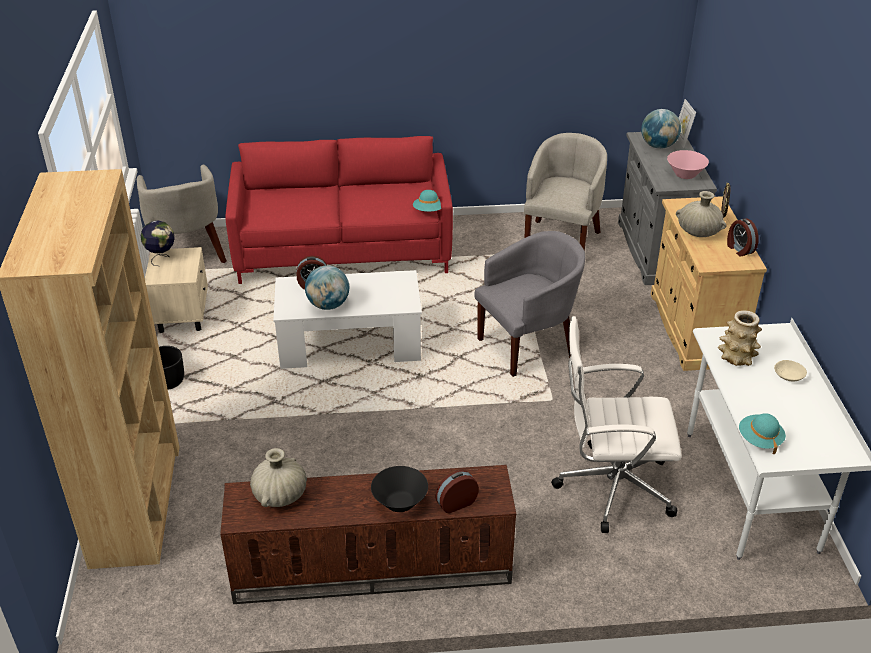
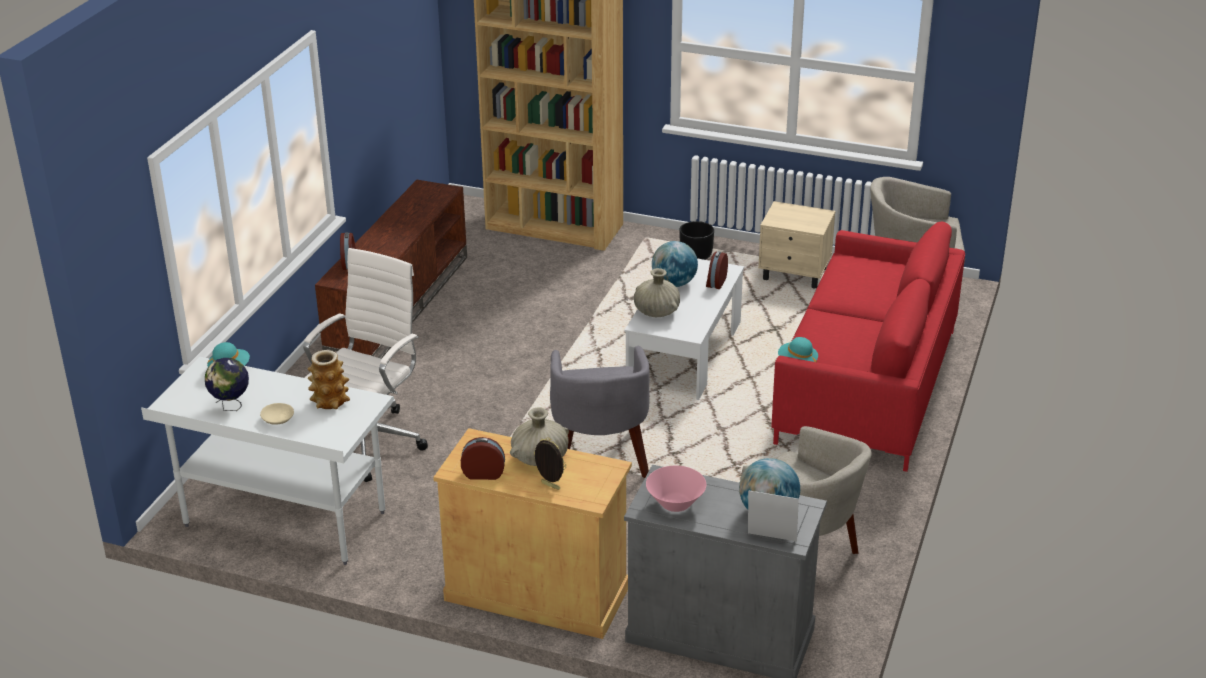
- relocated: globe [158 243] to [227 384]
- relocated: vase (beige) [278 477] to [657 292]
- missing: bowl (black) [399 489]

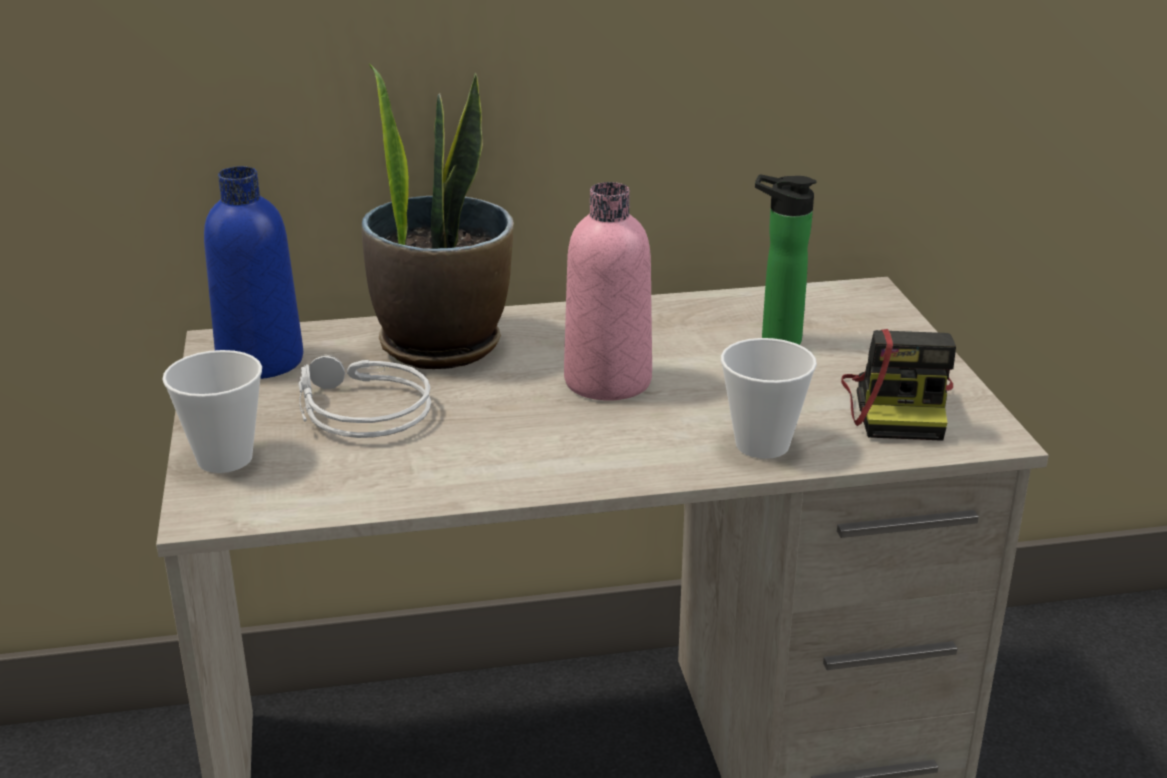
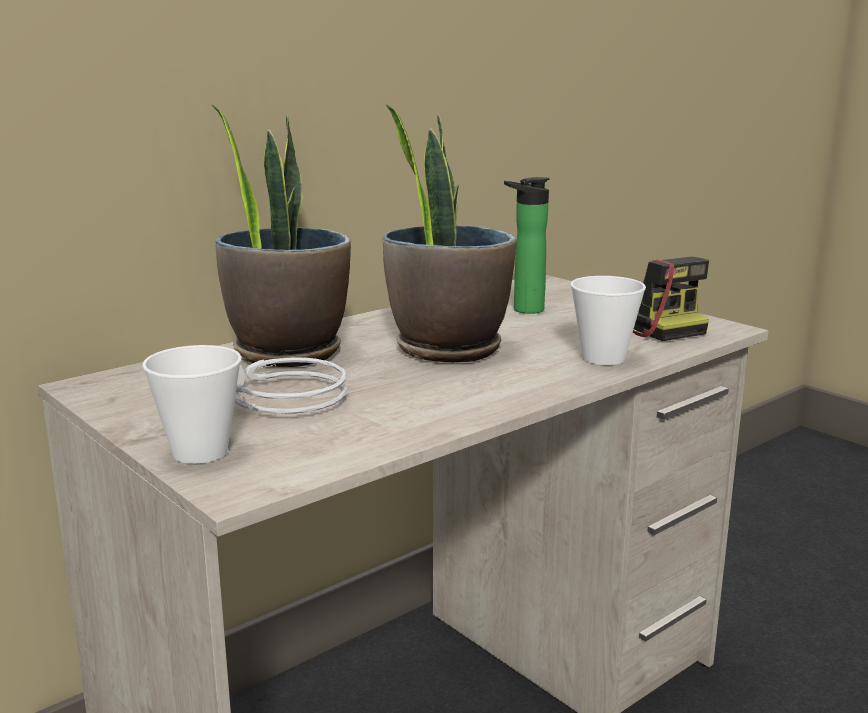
- missing: bottle (blue) [253 272]
- exchanged: bottle (pink) [608 291] to potted plant [450 233]

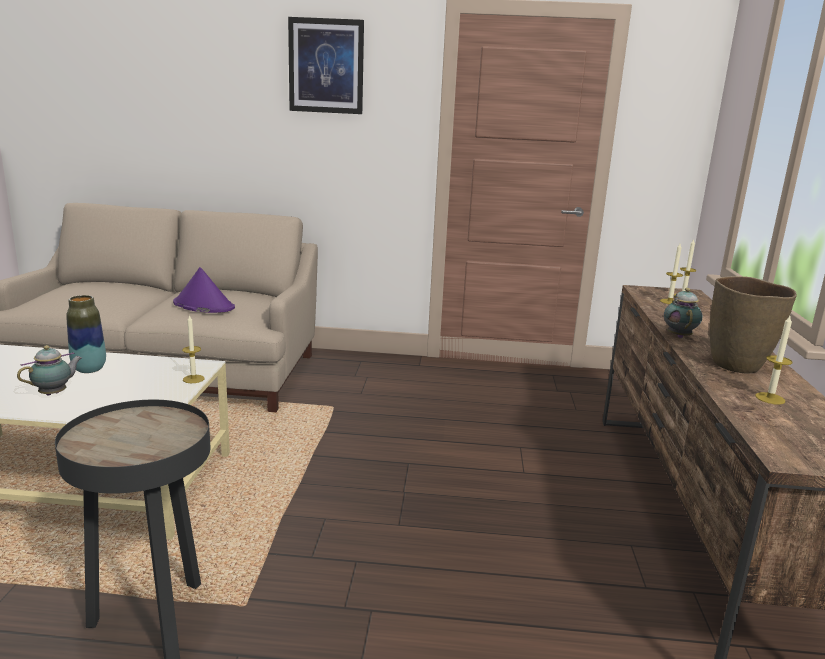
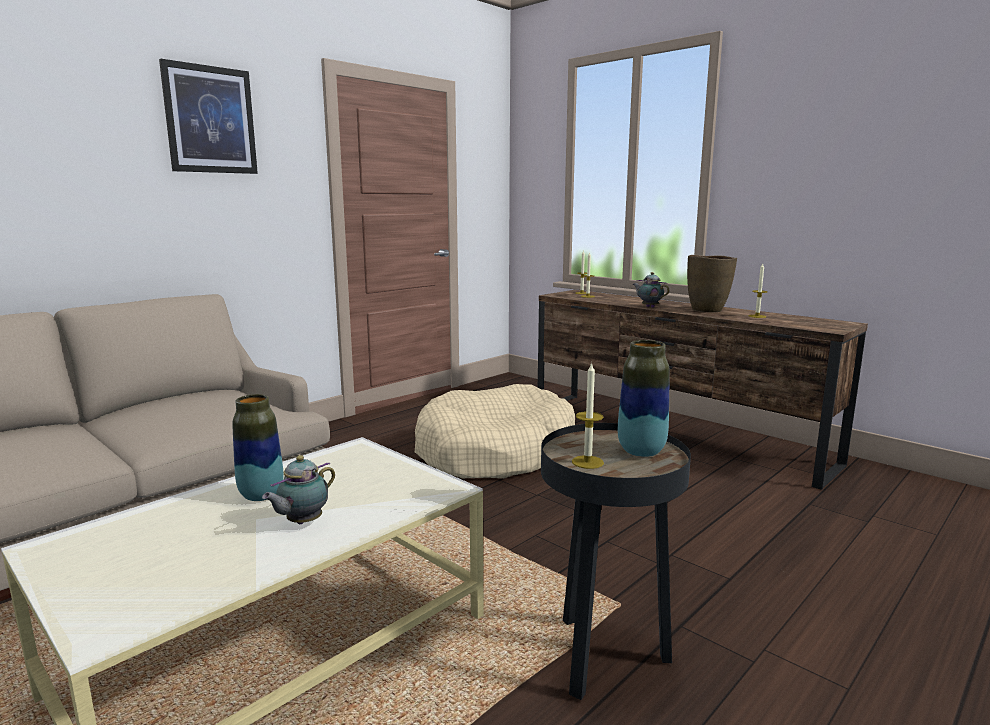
- spun: teapot [49 370] = [298 489] 135 degrees counterclockwise
- missing: hat (purple) [204 290]
- relocated: candle [193 349] to [588 415]
- appeared: dog bed (beige) [495 431]
- appeared: vase [644 398]

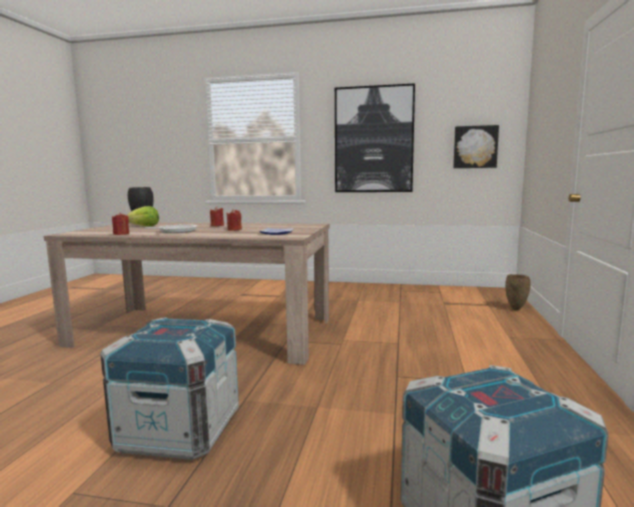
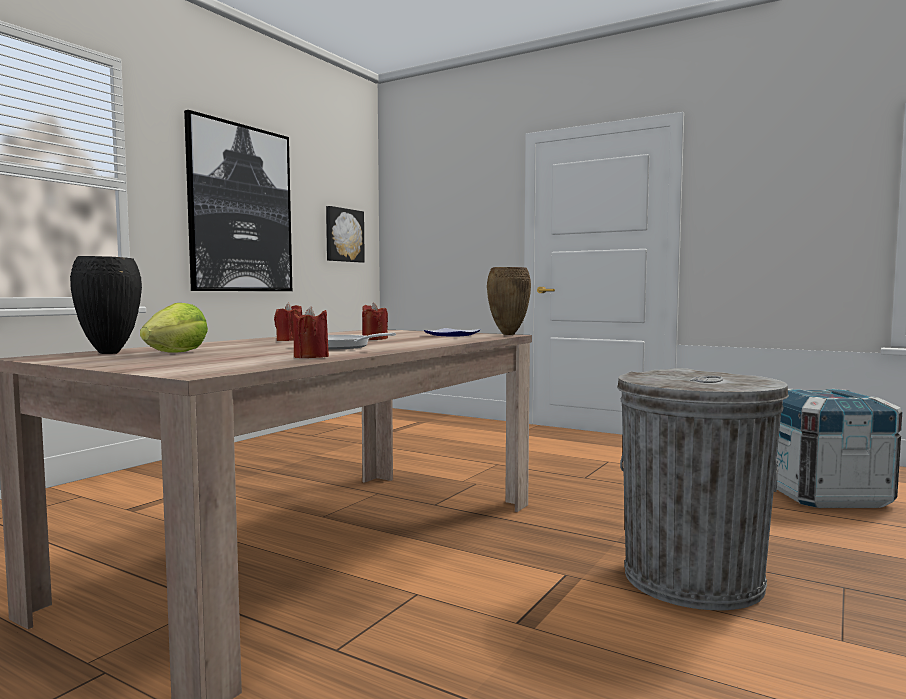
- exchanged: crate [169 388] to trash can (grey) [703 489]
- relocated: vase (brown) [518 292] to [509 301]

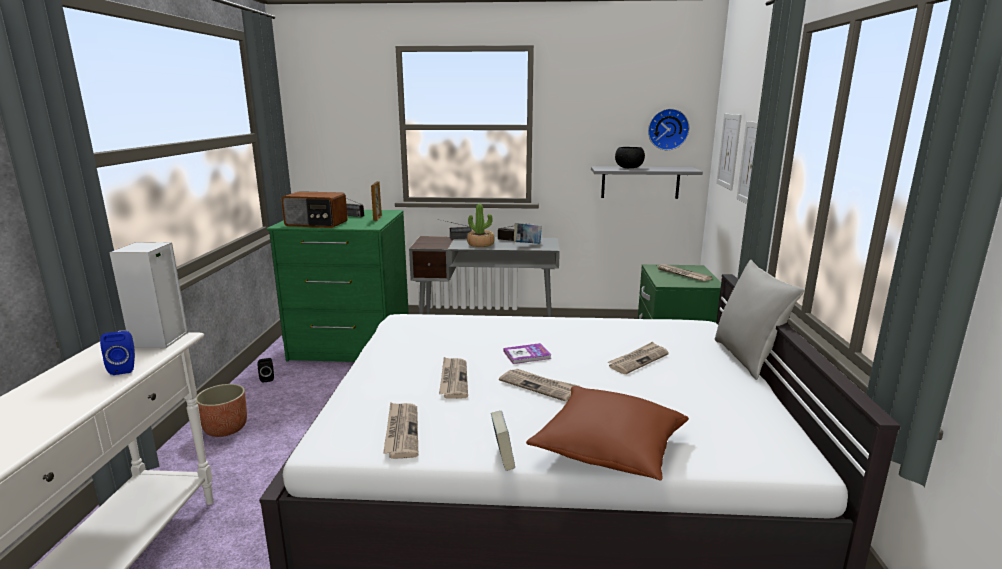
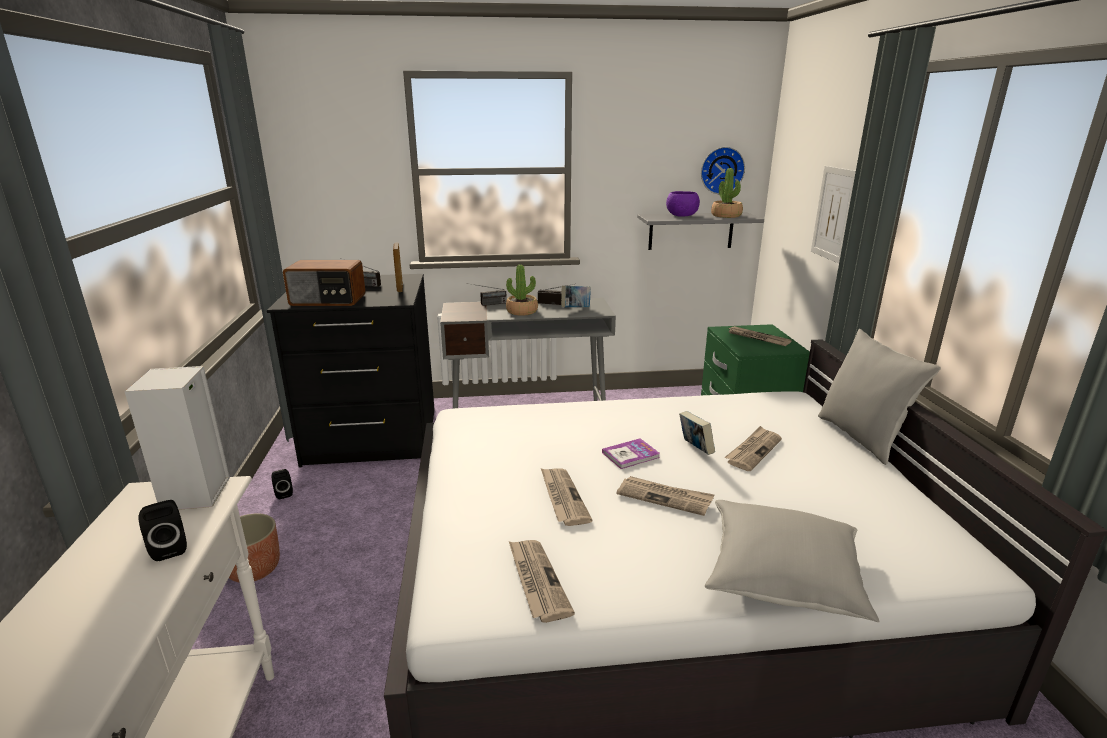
- colour: speaker (blue) [117 353] to speaker (black) [162 530]
- colour: dresser (green) [338 286] to dresser (black) [351 371]
- relocated: book [503 441] to [697 433]
- colour: pillow (brown) [607 433] to pillow (grey) [792 561]
- colour: bowl (black) [630 157] to bowl (purple) [683 204]
- missing: picture [729 152]
- appeared: potted plant [727 193]

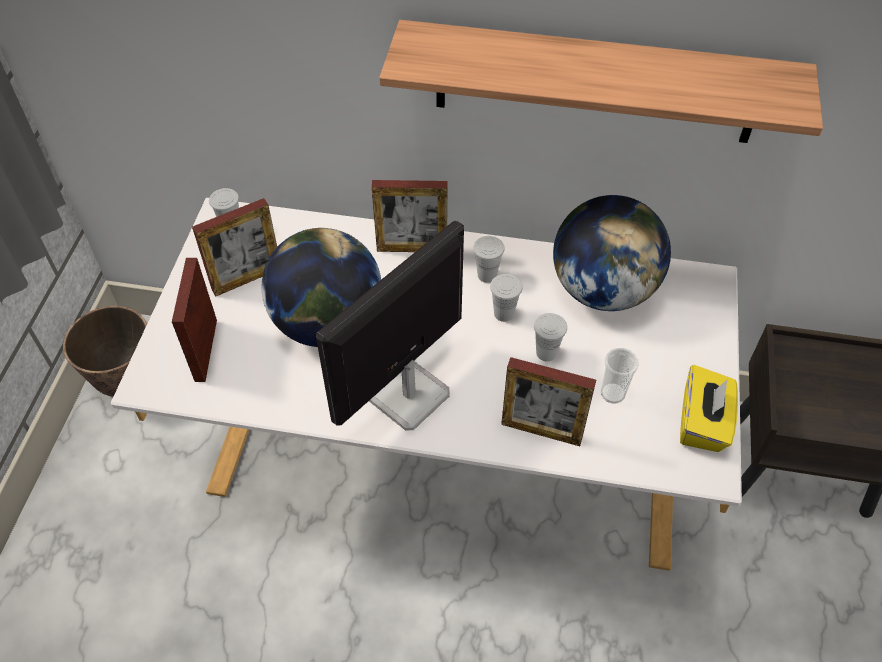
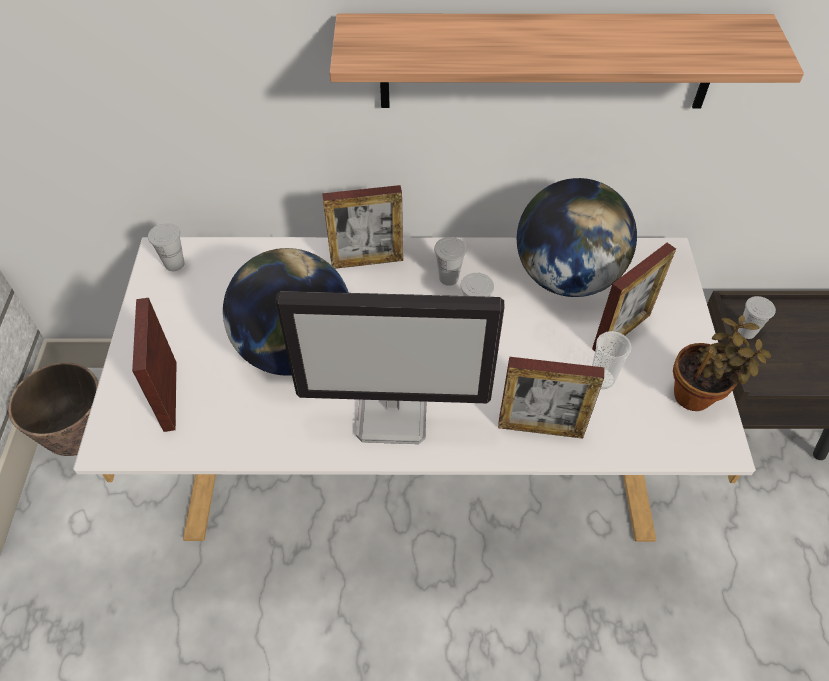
- relocated: picture frame [234 247] to [634 297]
- spun: monitor [390 326] = [390 367] 120 degrees counterclockwise
- relocated: cup (white) [550 337] to [757 317]
- exchanged: tissue box (yellow) [709 408] to potted plant [722 363]

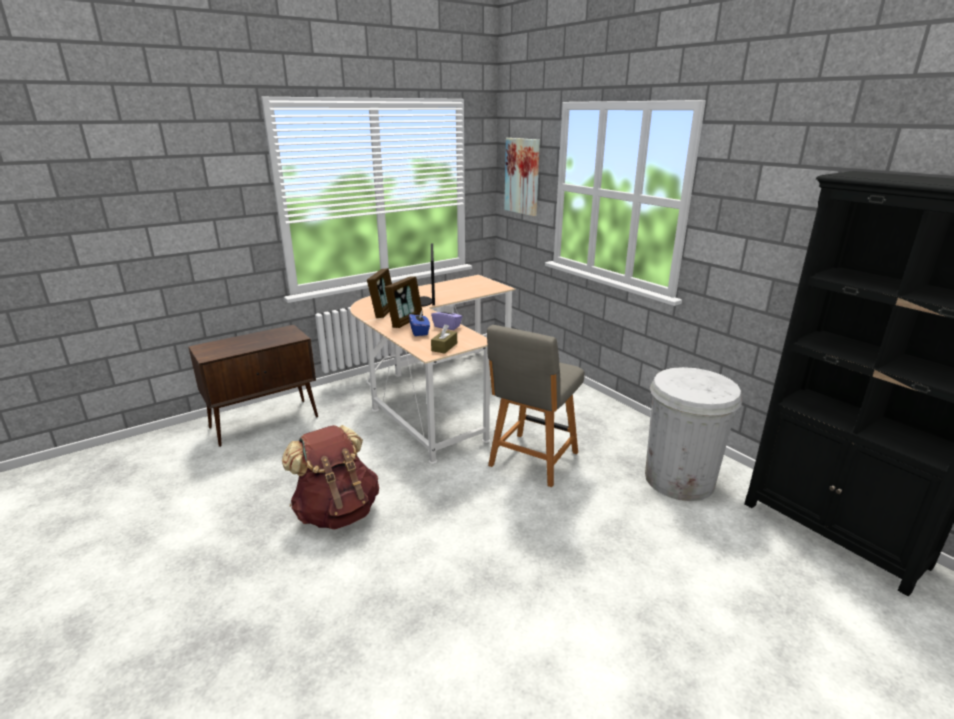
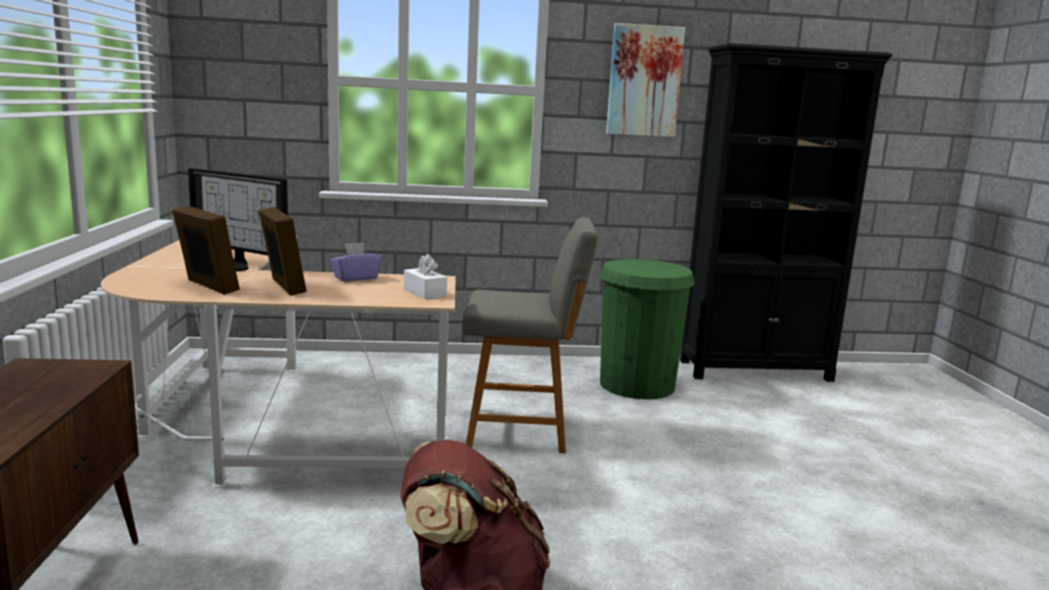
- missing: tissue box (blue) [419 323]
- colour: tissue box (brown) [444 339] to tissue box (white) [425 276]
- spun: chair (grey) [536 406] = [530 335] 60 degrees counterclockwise
- relocated: picture [522 177] to [645 80]
- colour: trash can (white) [693 434] to trash can (green) [647 329]

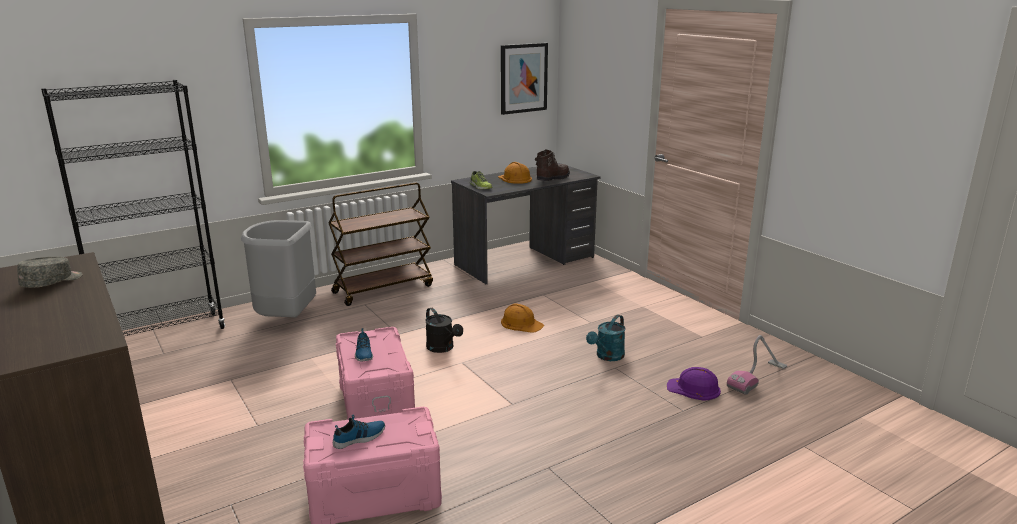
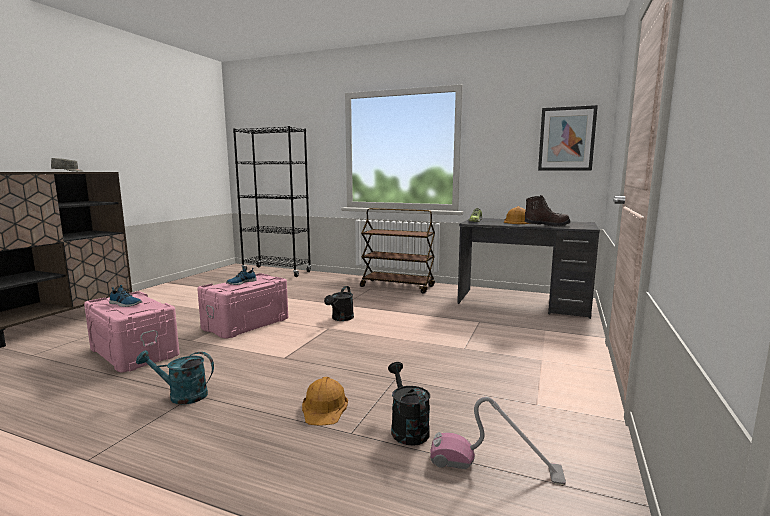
- missing: trash can (grey) [278 268]
- relocated: hard hat (orange) [522 318] to [325 401]
- relocated: watering can (turquoise) [605 338] to [175 377]
- exchanged: hard hat (purple) [694 384] to watering can (black) [409 404]

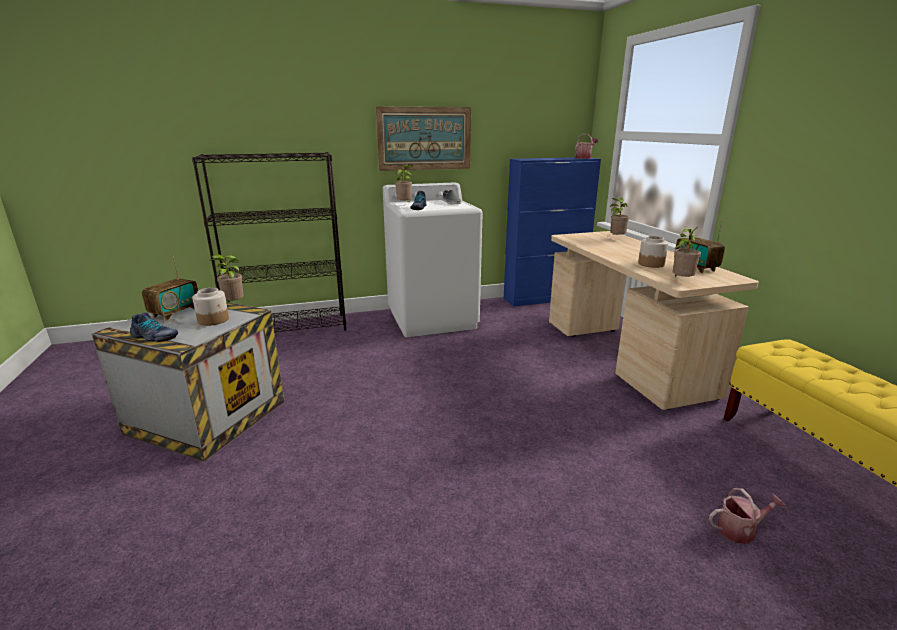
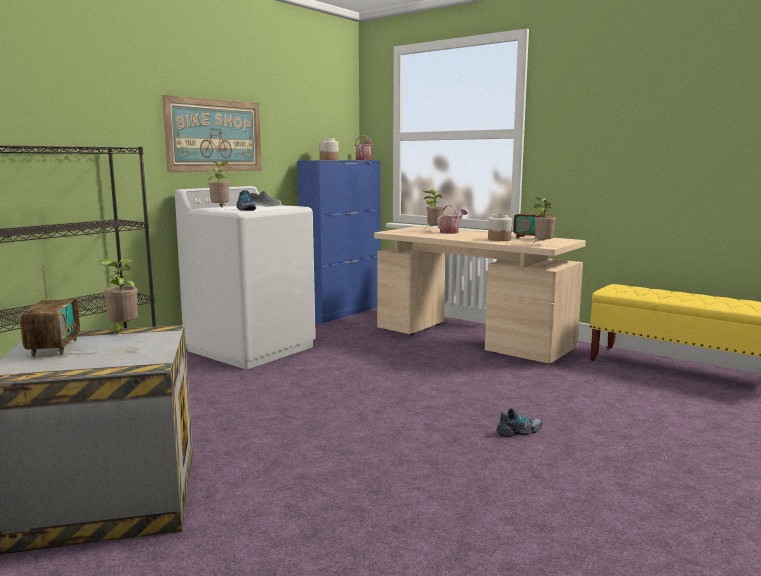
- relocated: shoe [154 327] to [520 422]
- relocated: jar [210 307] to [329 149]
- relocated: watering can [747 516] to [452 219]

